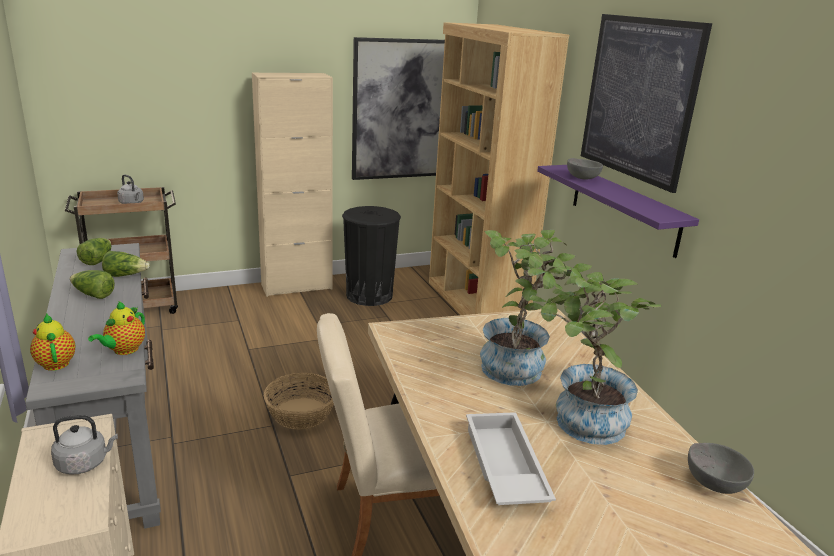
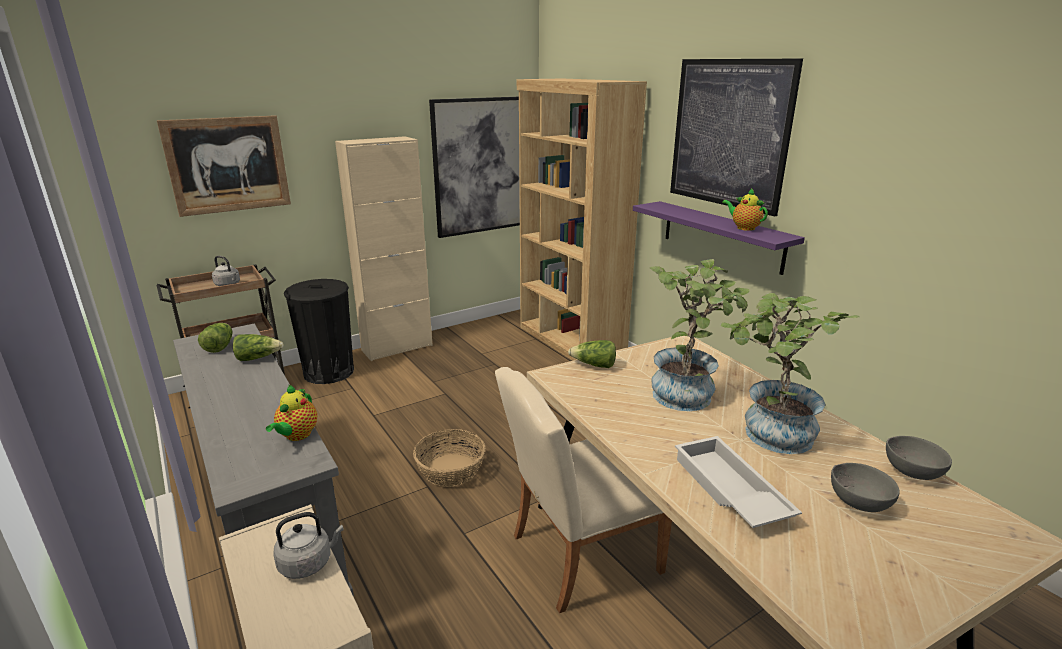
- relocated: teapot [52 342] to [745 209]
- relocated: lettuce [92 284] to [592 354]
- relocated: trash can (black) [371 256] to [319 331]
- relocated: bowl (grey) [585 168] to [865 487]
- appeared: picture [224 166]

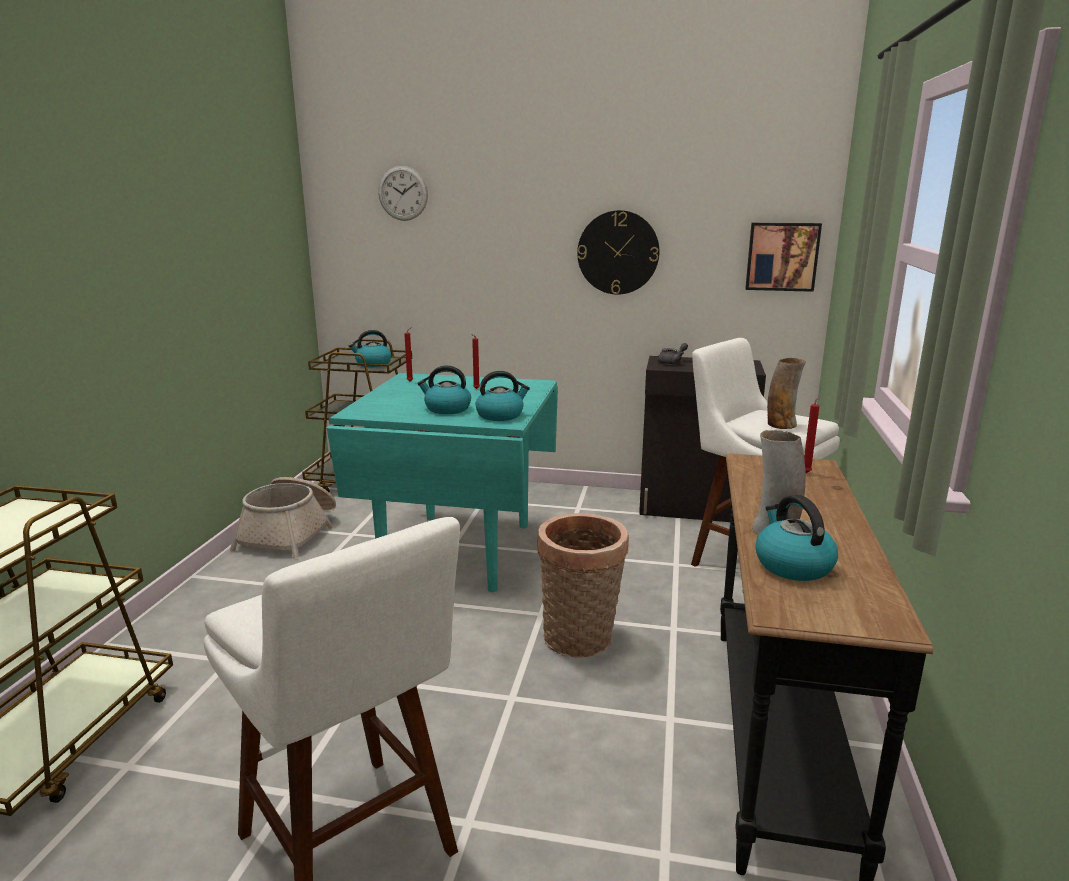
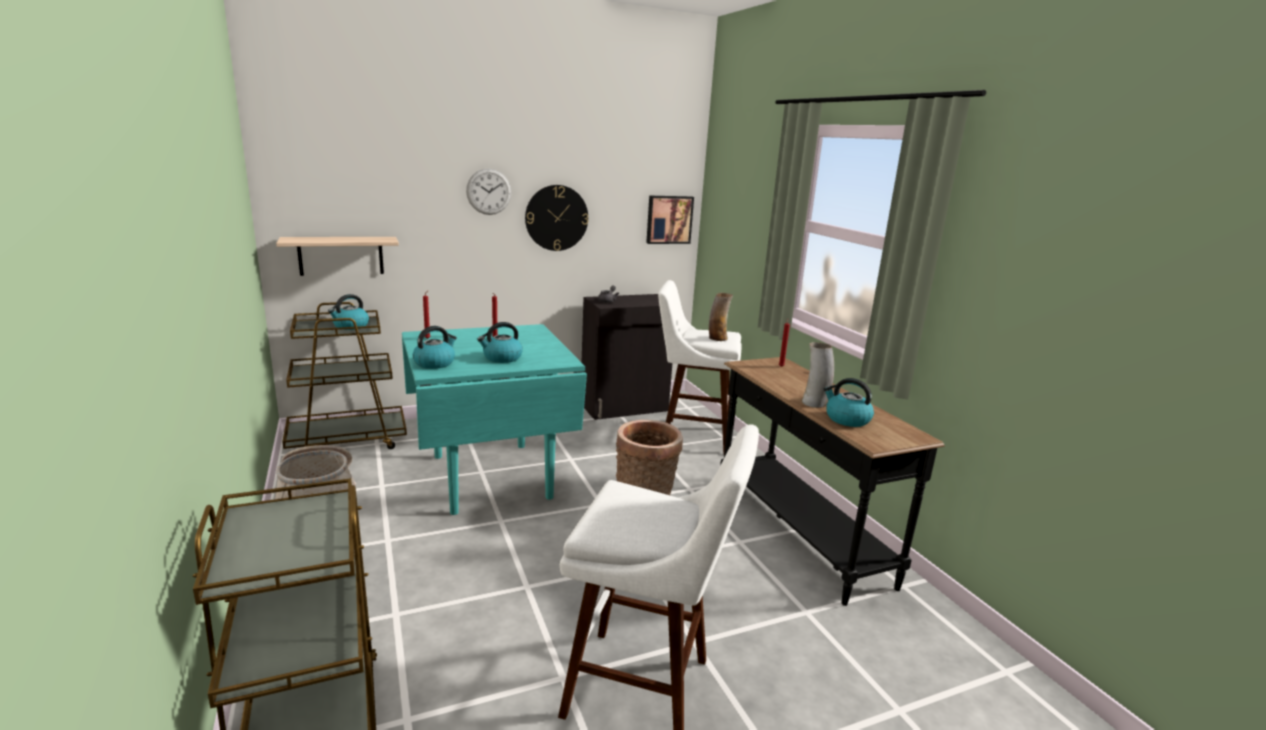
- relocated: wall clock [403 193] to [489 192]
- relocated: kettle [503 396] to [435 347]
- appeared: shelf [337 256]

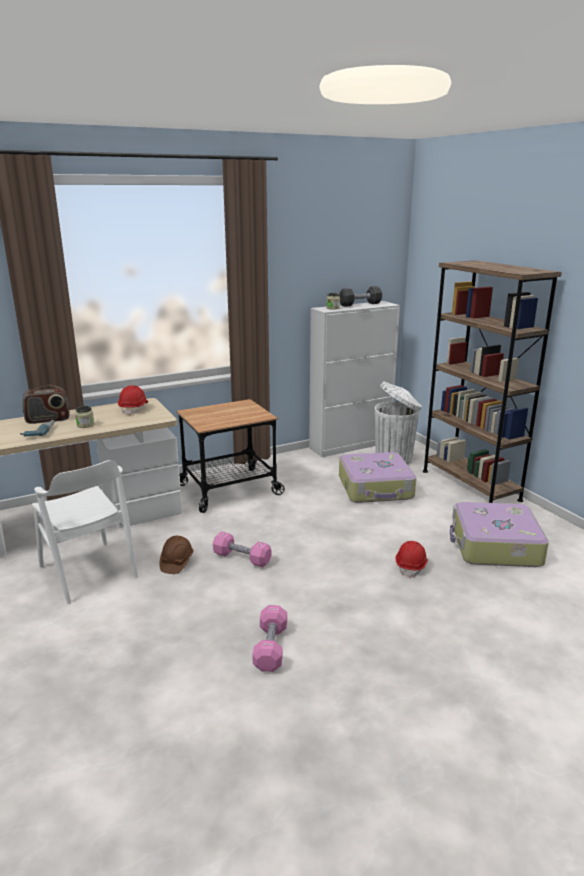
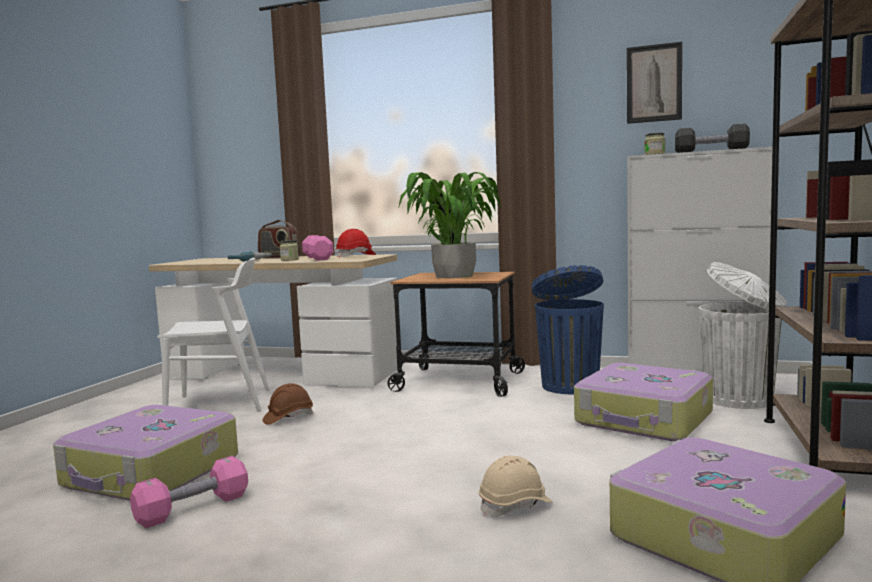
- spun: chair (white) [85 532] = [213 335] 105 degrees counterclockwise
- relocated: dumbbell (pink) [242 549] to [317 248]
- colour: hard hat (red) [411 559] to hard hat (beige) [516 486]
- appeared: suitcase [145 453]
- appeared: potted plant [450 225]
- appeared: trash can (blue) [568 329]
- appeared: picture [654 83]

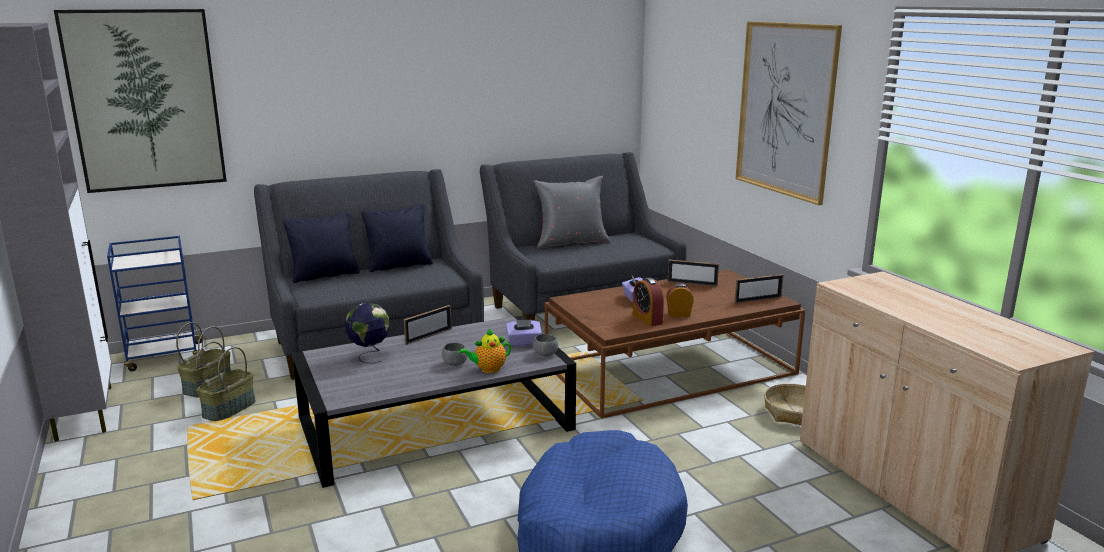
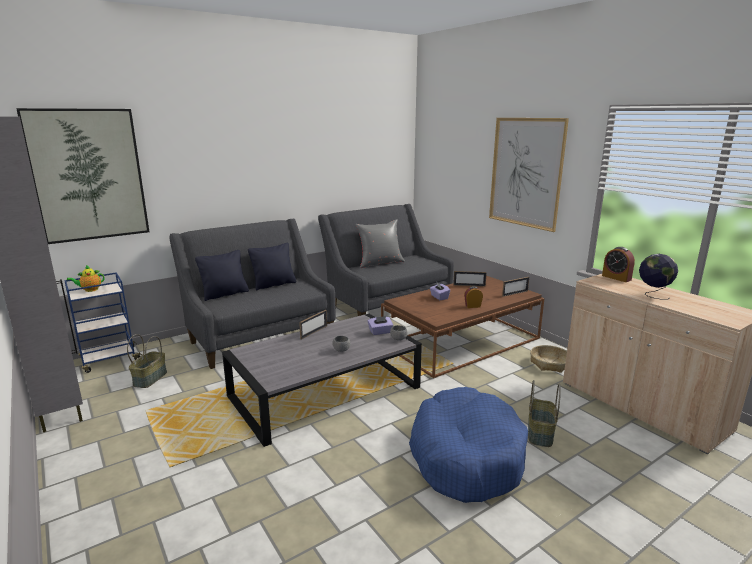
- relocated: basket [226 381] to [544 413]
- relocated: globe [367 332] to [658 277]
- relocated: teapot [485 350] to [86 278]
- relocated: alarm clock [648 301] to [618 264]

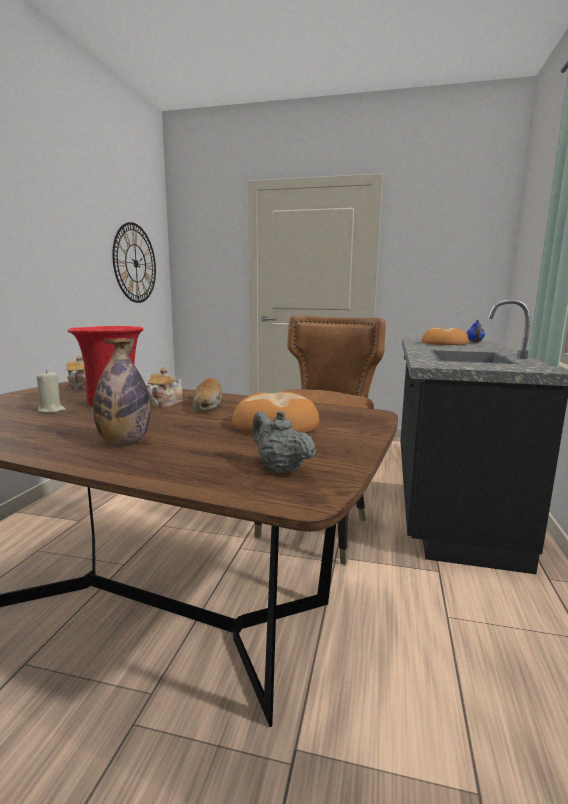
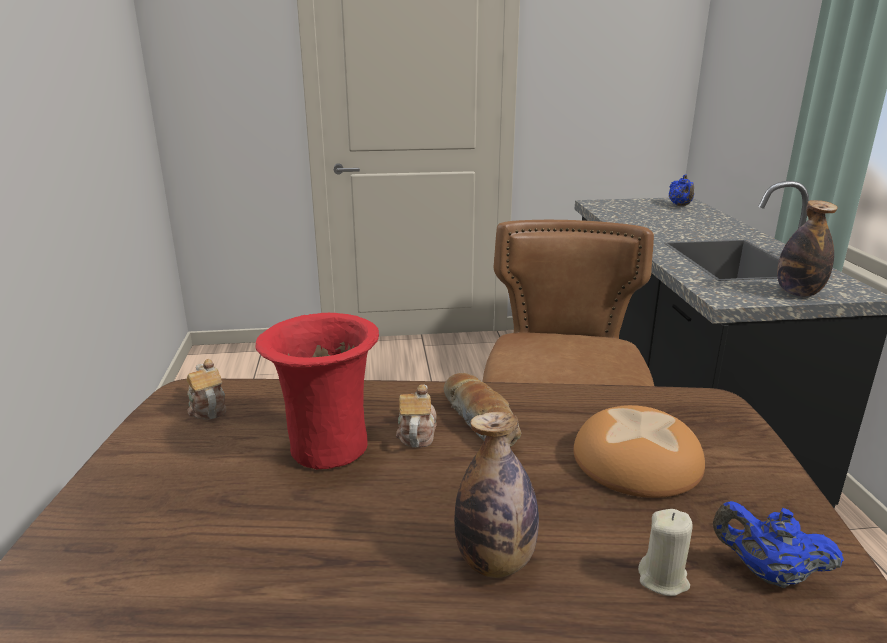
- relocated: candle (beige) [51 391] to [665 552]
- missing: wall clock [134 262]
- colour: teapot (grey) [284 441] to teapot (blue) [778 544]
- missing: bread [445 336]
- appeared: bottle [807 248]

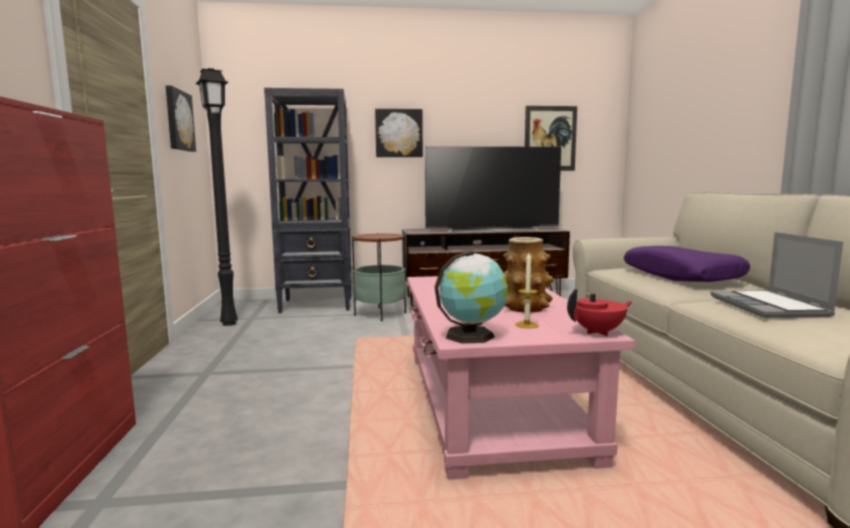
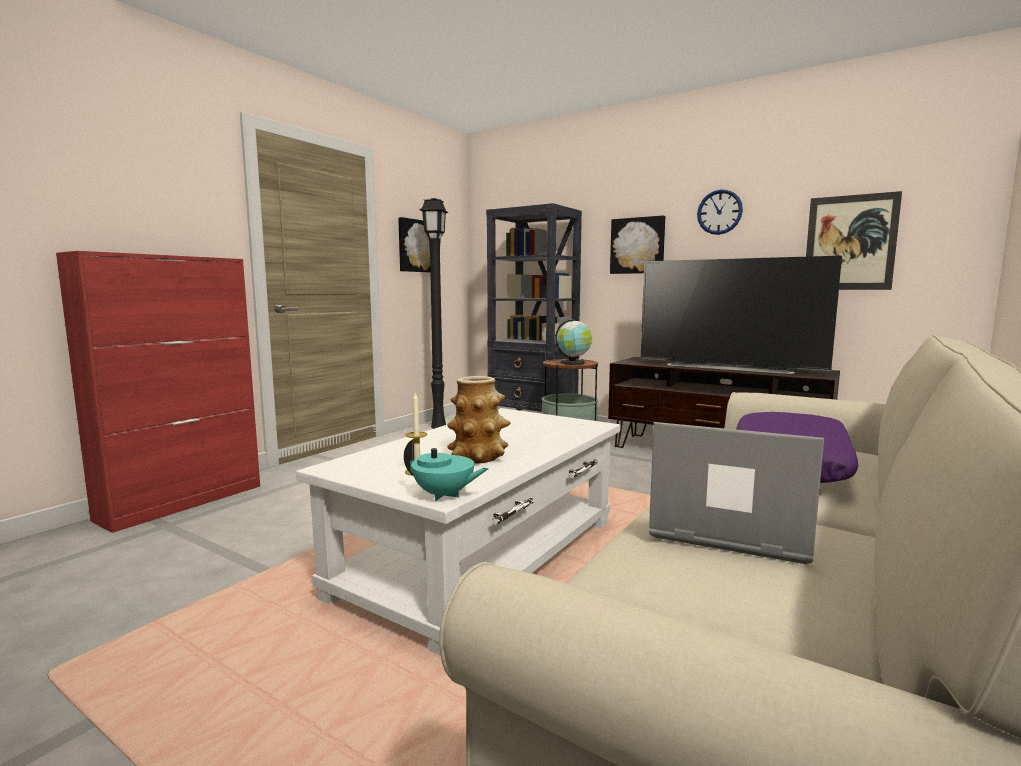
- colour: coffee table (pink) [521 378] to coffee table (white) [458 532]
- relocated: globe [471 297] to [573 342]
- colour: teapot (red) [599 312] to teapot (turquoise) [446 470]
- spun: laptop [777 275] = [736 493] 75 degrees clockwise
- appeared: wall clock [720 212]

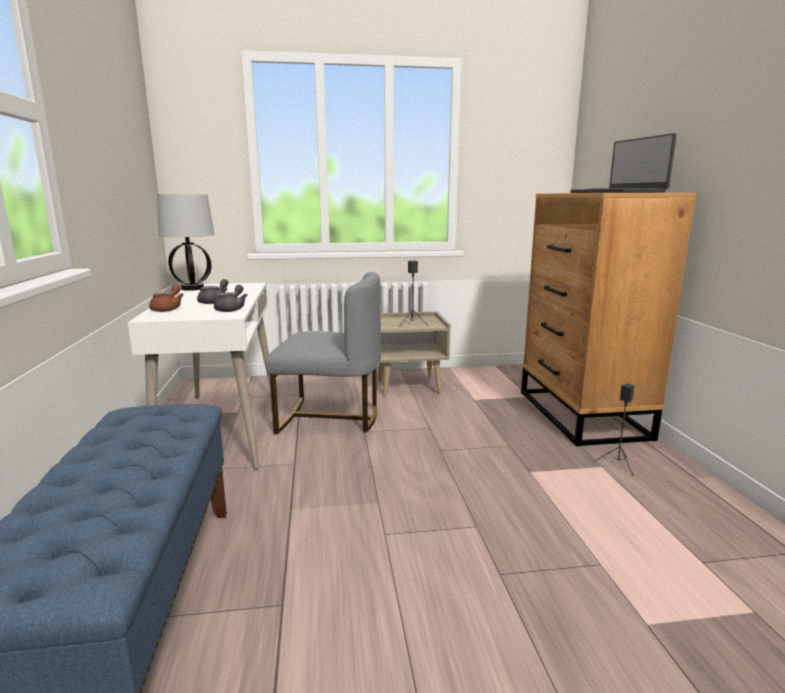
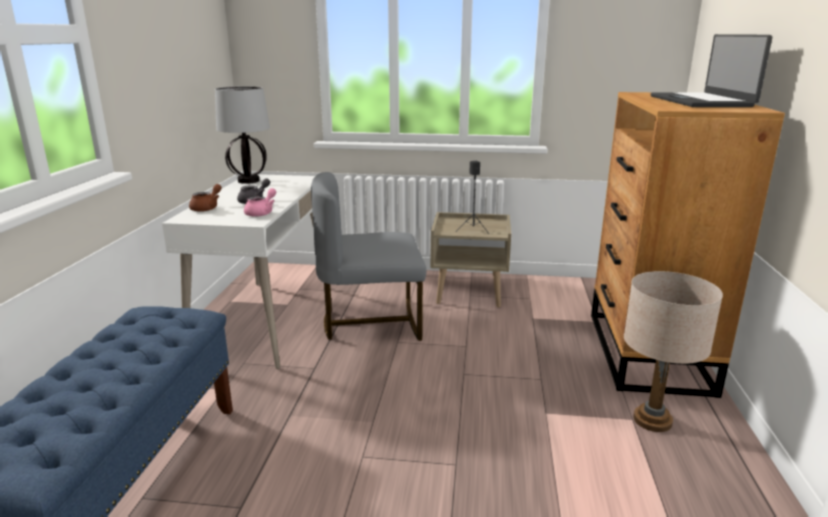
- colour: teapot (grey) [231 298] to teapot (pink) [260 202]
- spun: chair (grey) [323 353] = [368 256] 150 degrees clockwise
- exchanged: speaker (black) [614 429] to table lamp (beige) [673 351]

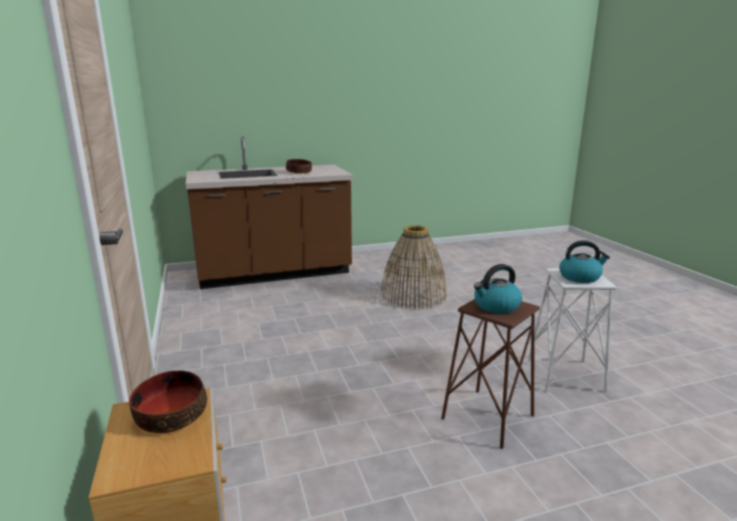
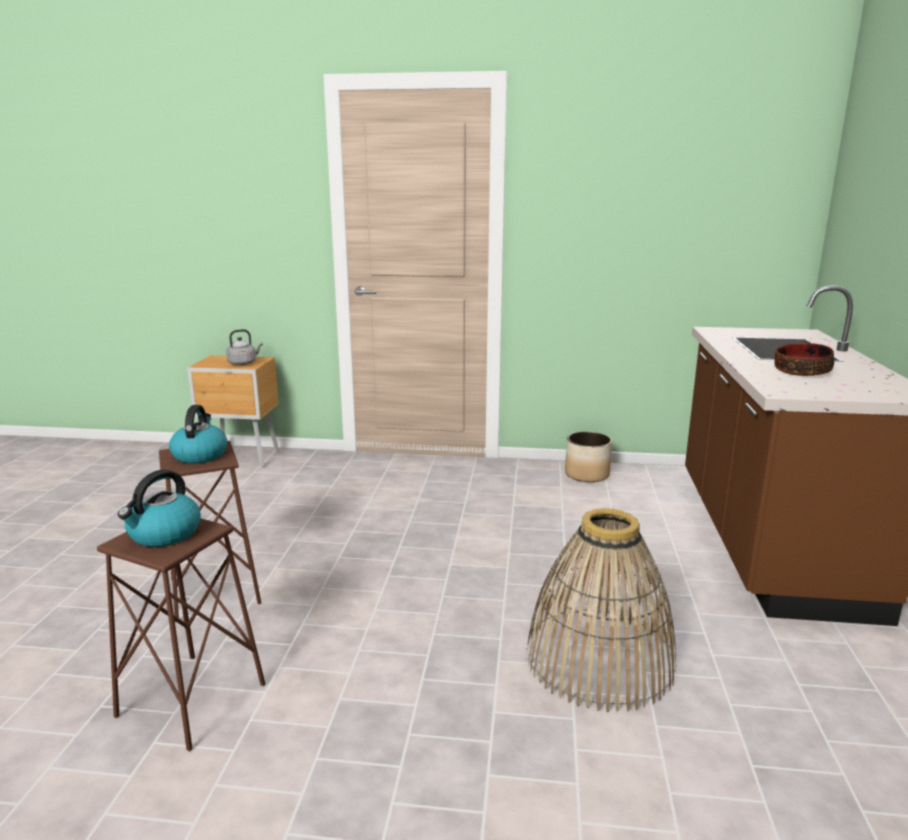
- exchanged: bowl [168 401] to kettle (grey) [244 347]
- colour: stool (white) [572 330] to stool (brown) [181 635]
- appeared: planter [588 457]

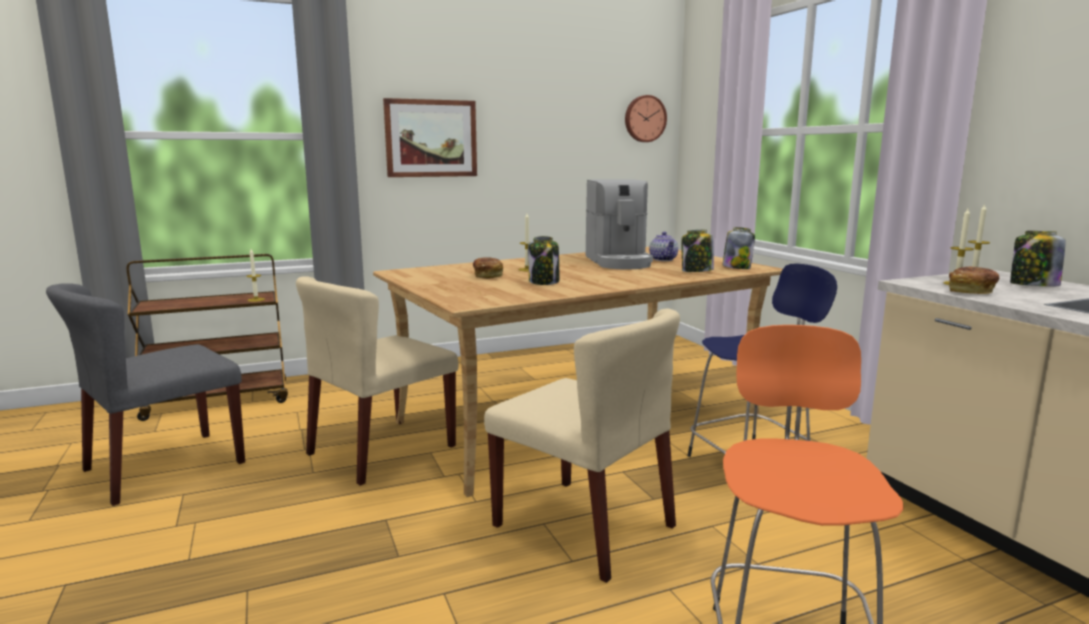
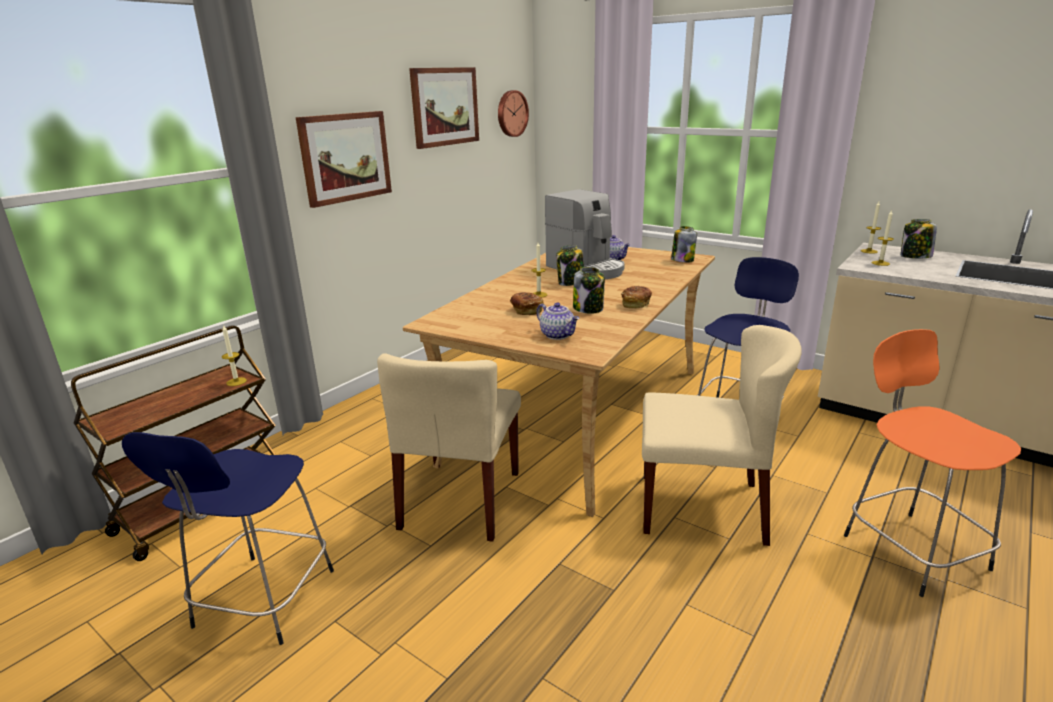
- exchanged: chair (grey) [145 394] to stool (blue) [228 538]
- relocated: jar [697 251] to [570 265]
- relocated: bread [974 280] to [636 297]
- appeared: picture [444 108]
- appeared: teapot [558 321]

